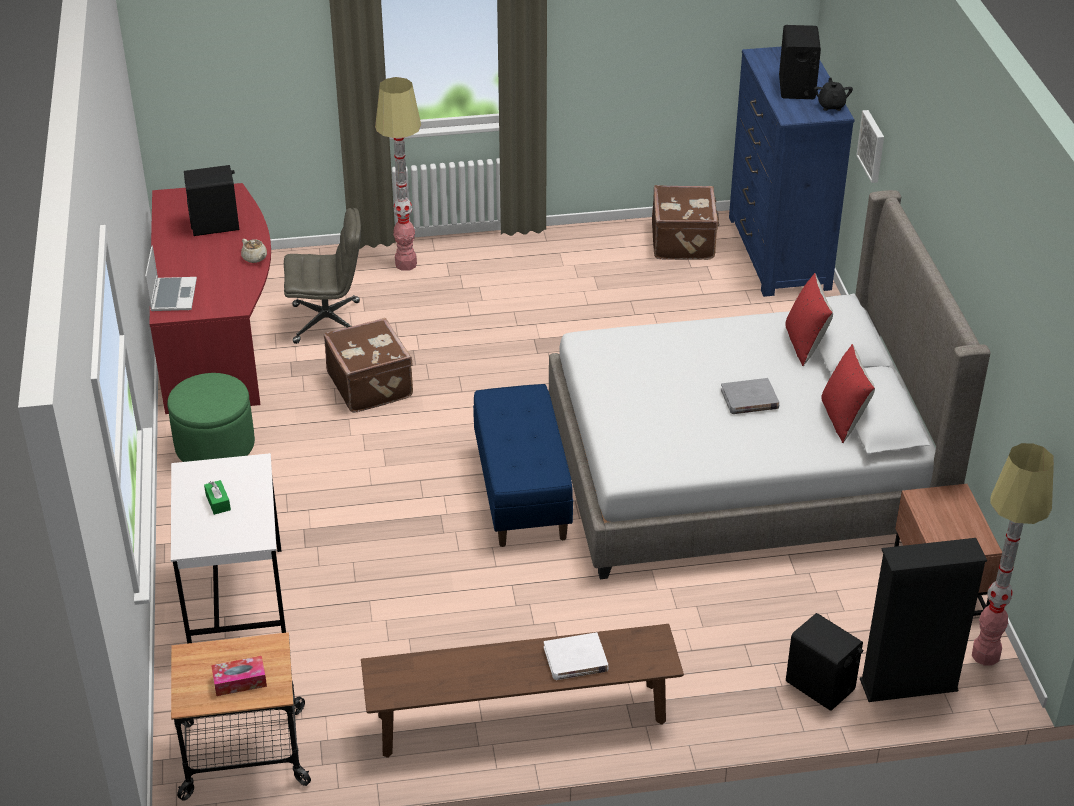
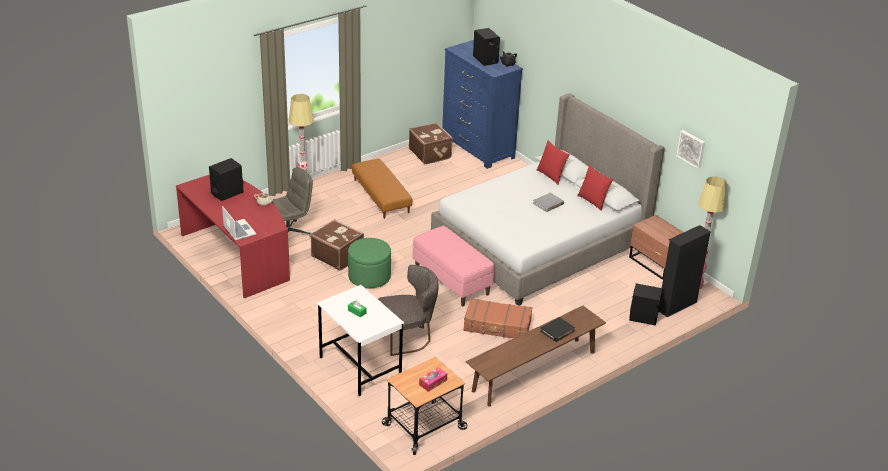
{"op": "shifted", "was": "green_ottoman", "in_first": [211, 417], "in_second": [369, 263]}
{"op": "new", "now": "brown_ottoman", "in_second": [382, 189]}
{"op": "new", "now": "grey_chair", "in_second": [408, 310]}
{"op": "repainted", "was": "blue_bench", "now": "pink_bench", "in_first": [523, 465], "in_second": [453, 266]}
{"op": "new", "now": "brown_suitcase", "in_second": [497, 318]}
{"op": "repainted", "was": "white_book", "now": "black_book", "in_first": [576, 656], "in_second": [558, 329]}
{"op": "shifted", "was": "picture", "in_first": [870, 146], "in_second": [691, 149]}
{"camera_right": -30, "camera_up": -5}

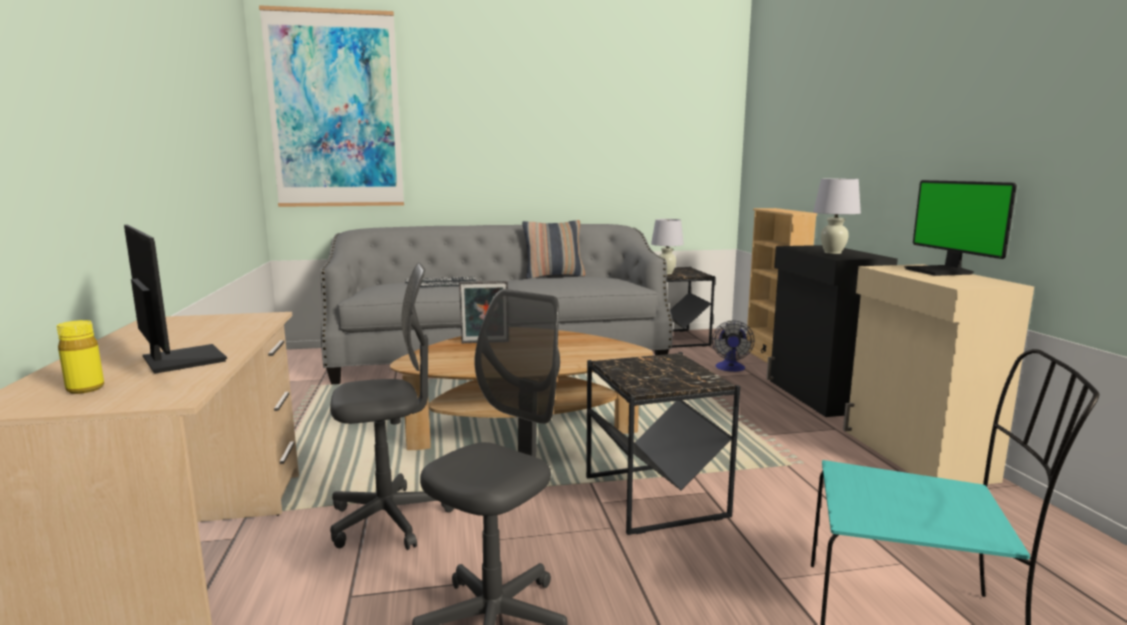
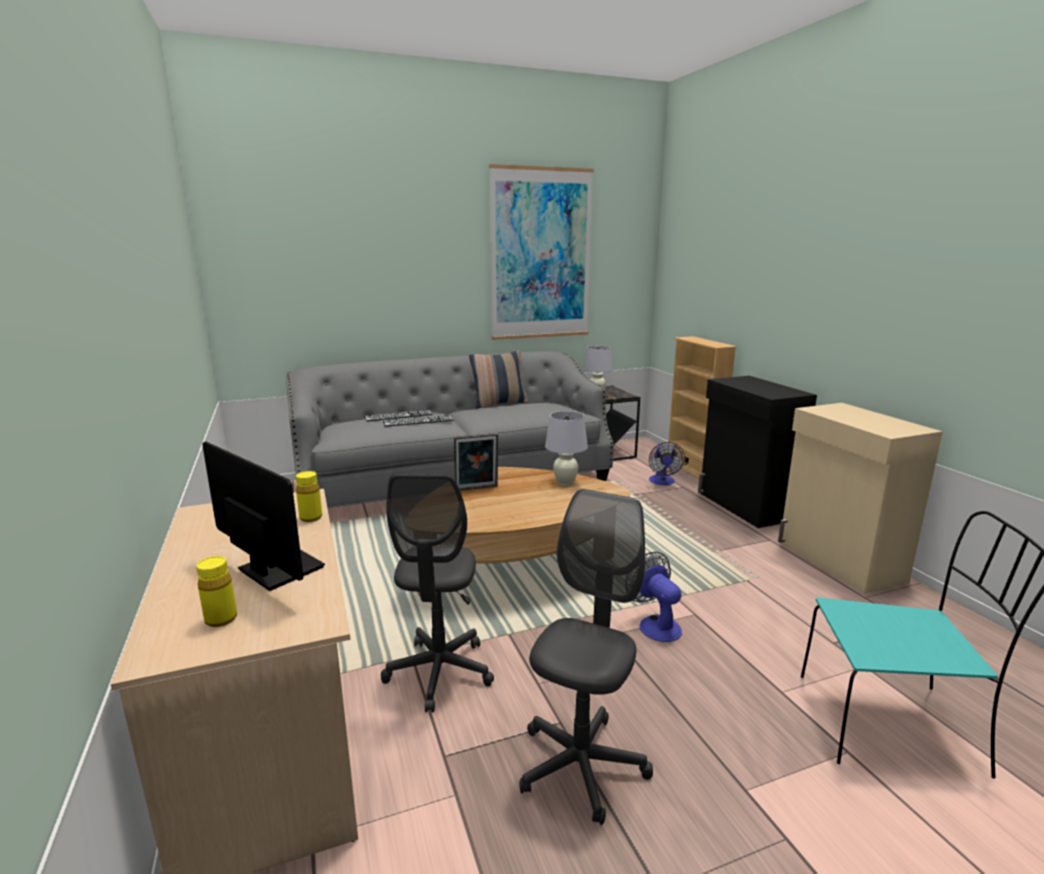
{"op": "new", "now": "yellow_bottle", "in_second": [309, 496]}
{"op": "rotated", "was": "grey_office_chair", "in_first": [392, 406], "in_second": [437, 593], "clockwise": 120}
{"op": "shifted", "was": "picture", "in_first": [331, 106], "in_second": [541, 252]}
{"op": "shifted", "was": "white_table_lamp", "in_first": [837, 216], "in_second": [566, 448]}
{"op": "swapped", "was": "black_side_table", "now": "fan", "in_first": [663, 443], "in_second": [657, 597]}
{"op": "gone", "was": "monitor", "in_first": [960, 228]}
{"camera_right": -10, "camera_up": 5}

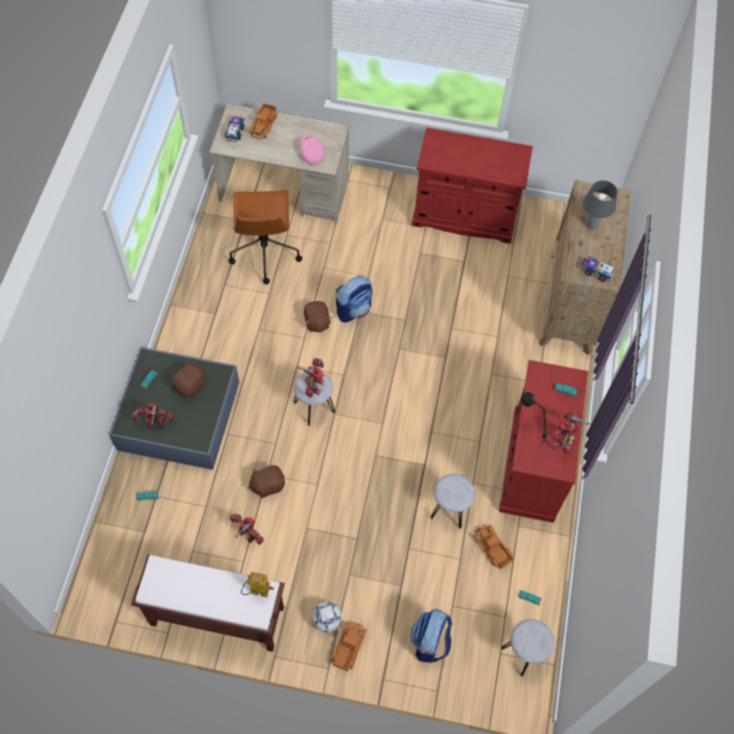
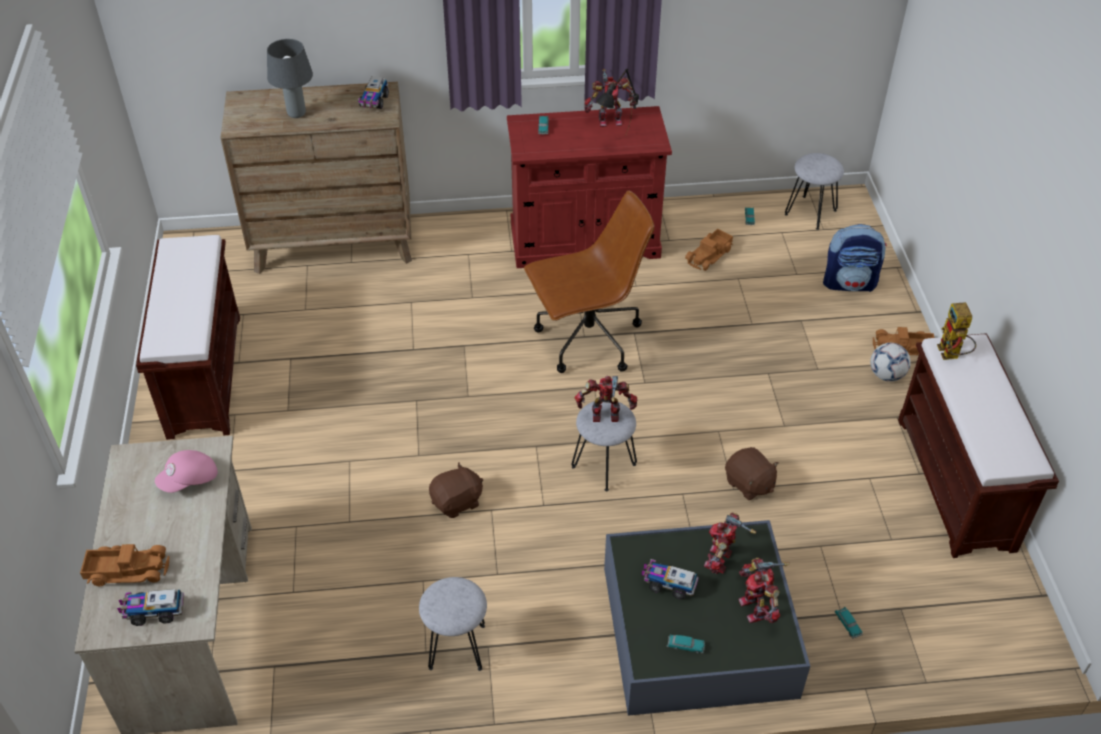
{"op": "swapped", "was": "red_cabinet", "now": "brown_bench", "in_first": [472, 185], "in_second": [188, 337]}
{"op": "shifted", "was": "grey_stool", "in_first": [452, 501], "in_second": [453, 624]}
{"op": "shifted", "was": "brown_office_chair", "in_first": [265, 237], "in_second": [589, 282]}
{"op": "swapped", "was": "brown_plush_toy", "now": "toy_truck", "in_first": [188, 380], "in_second": [670, 579]}
{"op": "shifted", "was": "toy_robot", "in_first": [247, 529], "in_second": [730, 543]}
{"op": "gone", "was": "backpack", "in_first": [354, 299]}
{"camera_right": -105, "camera_up": -15}

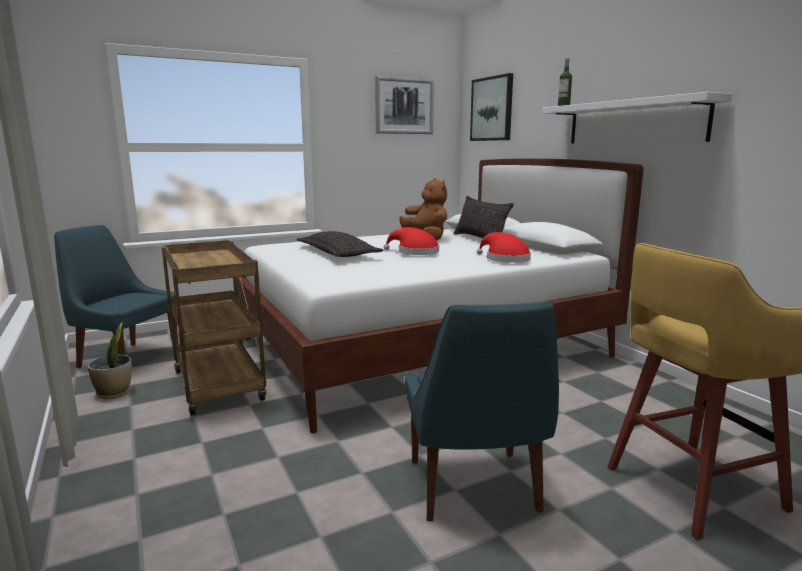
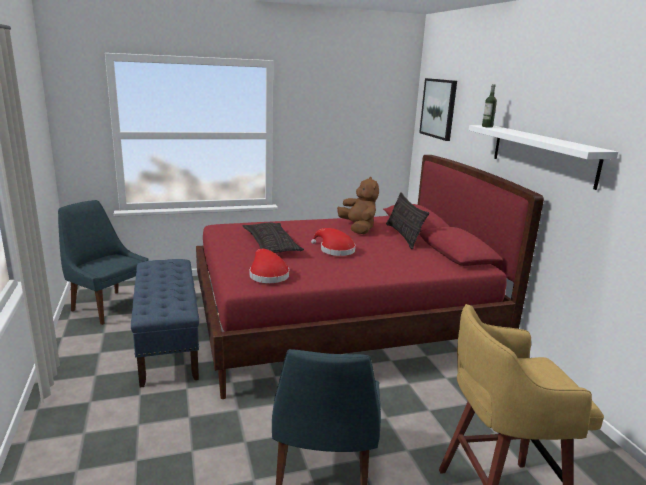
{"op": "swapped", "was": "brown_cart", "now": "blue_bench", "in_first": [214, 328], "in_second": [165, 323]}
{"op": "repainted", "was": "white_bed", "now": "red_bed", "in_first": [440, 295], "in_second": [370, 277]}
{"op": "shifted", "was": "red_hat", "in_first": [504, 247], "in_second": [269, 266]}
{"op": "gone", "was": "potted_plant", "in_first": [109, 360]}
{"op": "gone", "was": "picture", "in_first": [404, 105]}
{"camera_right": 10, "camera_up": 5}

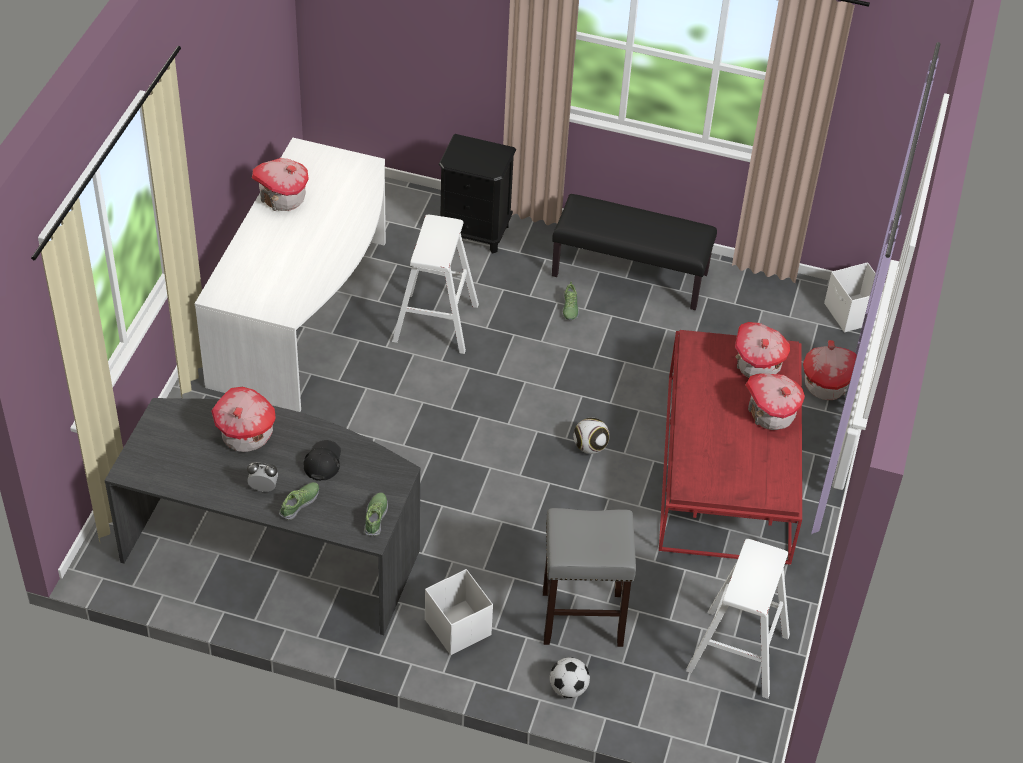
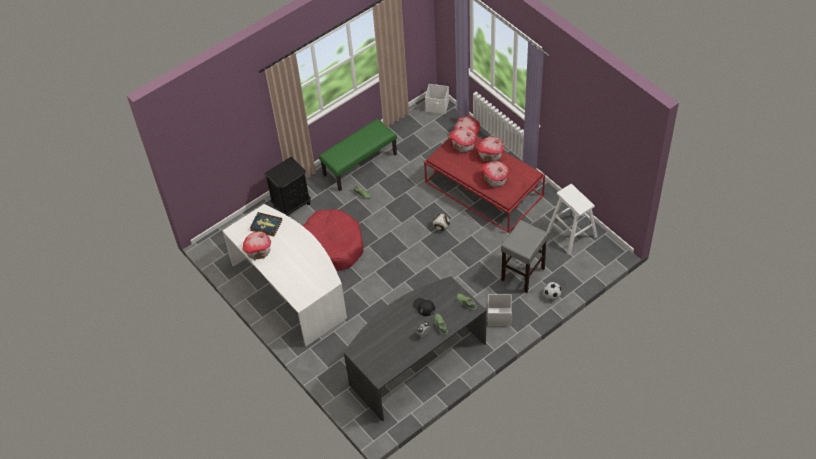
{"op": "new", "now": "book", "in_second": [266, 224]}
{"op": "swapped", "was": "white_stool", "now": "red_dog_bed", "in_first": [435, 284], "in_second": [333, 240]}
{"op": "repainted", "was": "black_bench", "now": "green_bench", "in_first": [634, 252], "in_second": [358, 155]}
{"op": "shifted", "was": "toy_house", "in_first": [243, 419], "in_second": [495, 174]}
{"camera_right": -50, "camera_up": 5}

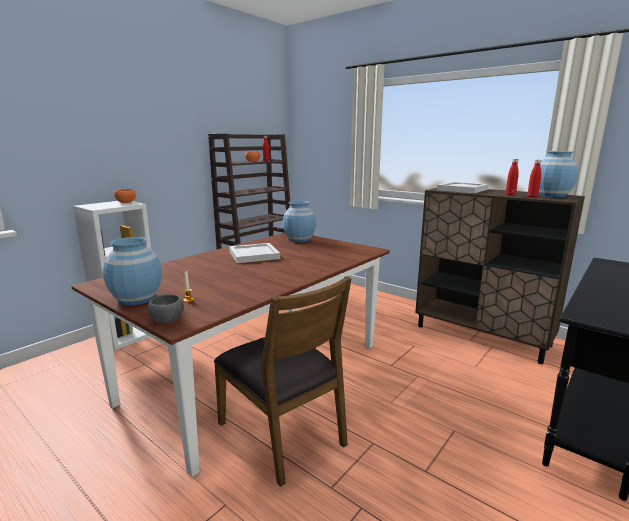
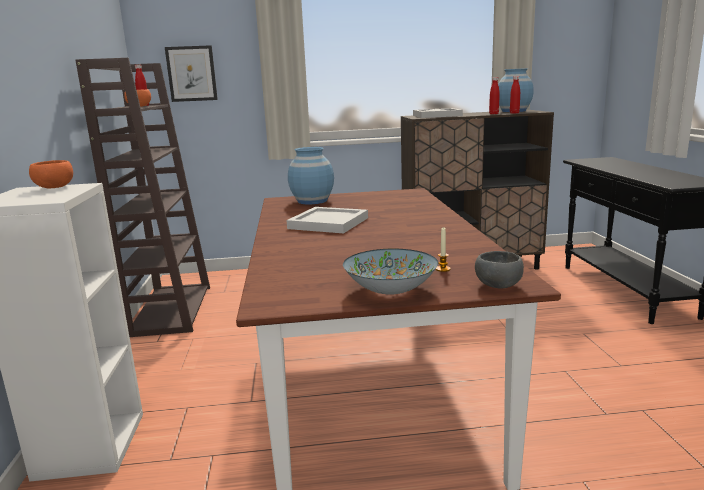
{"op": "new", "now": "picture", "in_second": [191, 73]}
{"op": "swapped", "was": "blue_vase", "now": "bowl", "in_first": [132, 271], "in_second": [390, 272]}
{"op": "gone", "was": "brown_chair", "in_first": [282, 381]}
{"camera_right": -45, "camera_up": 0}

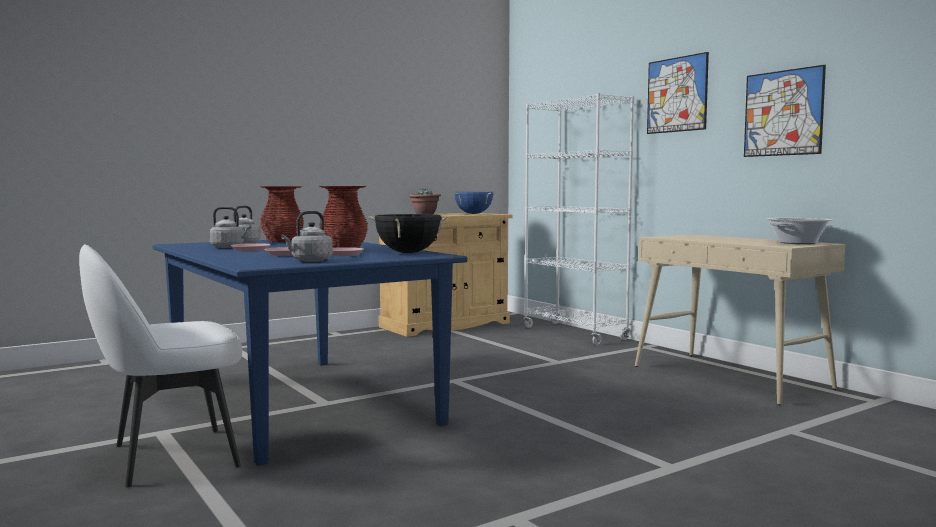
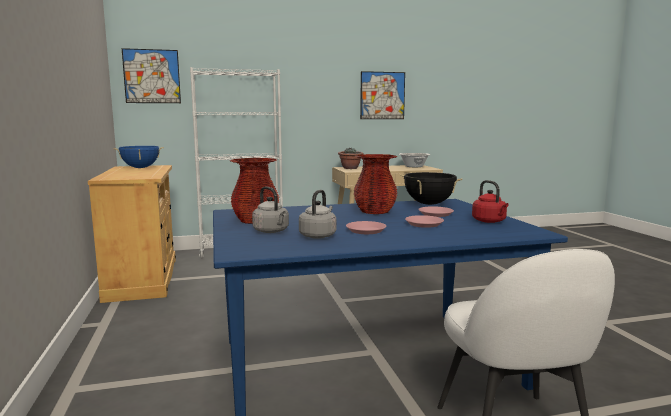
{"op": "shifted", "was": "picture", "in_first": [678, 93], "in_second": [151, 75]}
{"op": "shifted", "was": "potted_plant", "in_first": [425, 201], "in_second": [351, 158]}
{"op": "repainted", "was": "grey_kettle", "now": "red_kettle", "in_first": [307, 236], "in_second": [490, 201]}
{"camera_right": -70, "camera_up": 5}

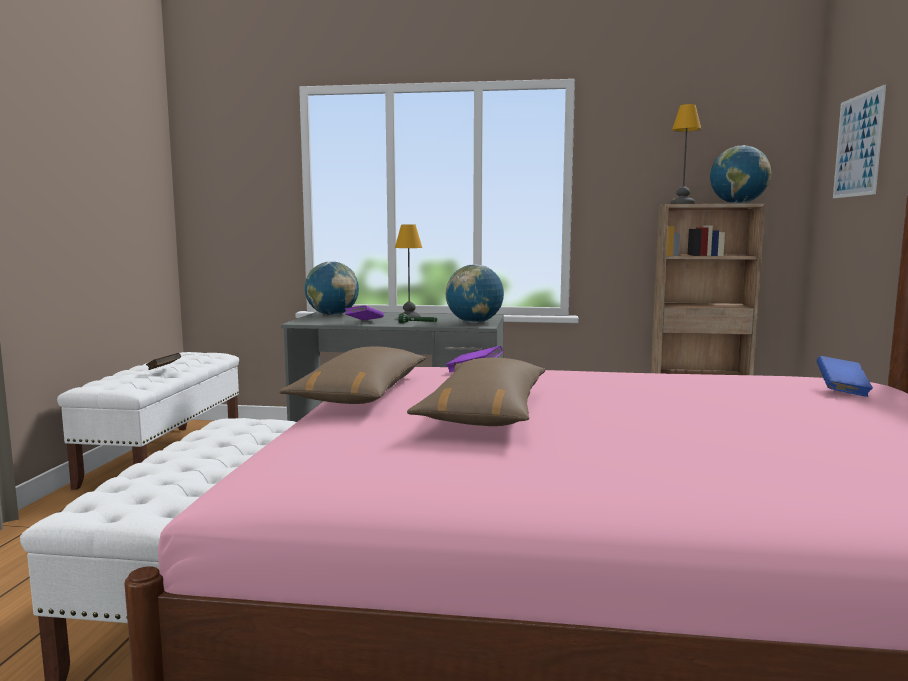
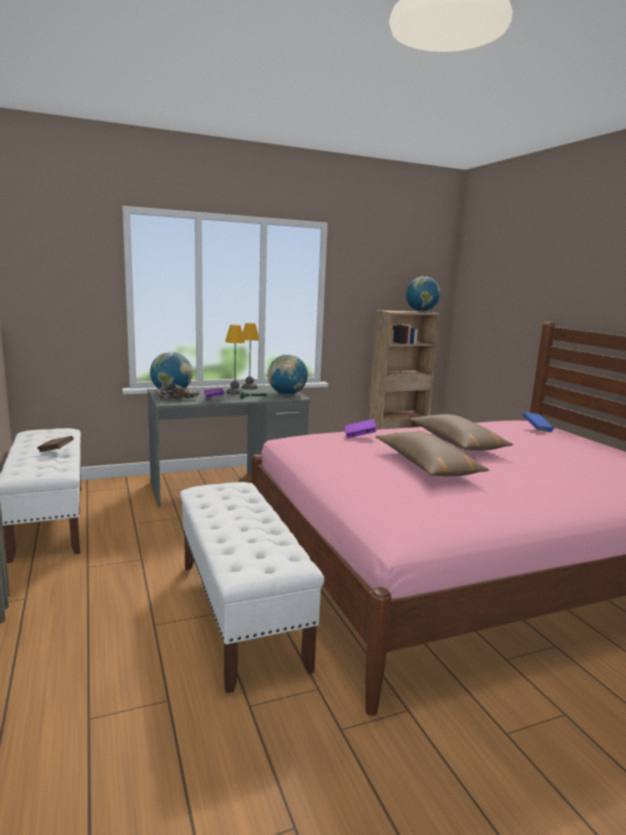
{"op": "new", "now": "shoe", "in_second": [179, 392]}
{"op": "shifted", "was": "table_lamp", "in_first": [685, 154], "in_second": [251, 356]}
{"op": "shifted", "was": "brown_pillow", "in_first": [352, 375], "in_second": [461, 432]}
{"op": "gone", "was": "picture", "in_first": [859, 141]}
{"camera_right": -30, "camera_up": 5}

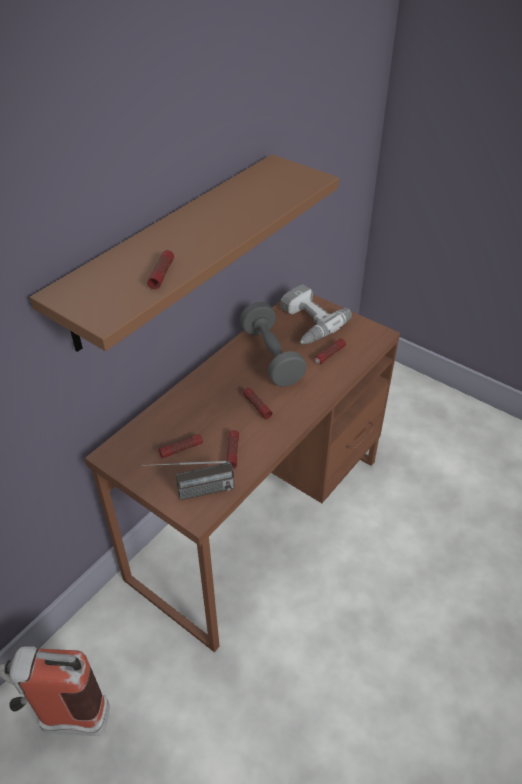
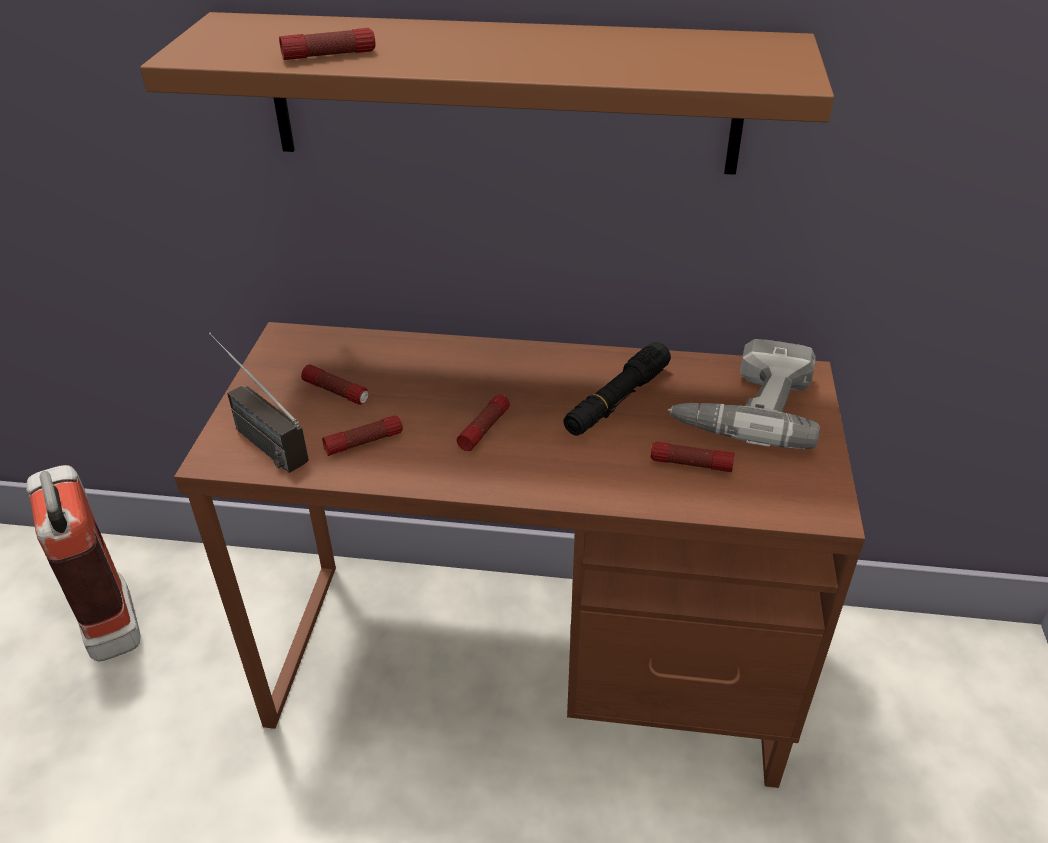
{"op": "swapped", "was": "grey_dumbbell", "now": "black_flashlight", "in_first": [273, 344], "in_second": [617, 389]}
{"camera_right": 60, "camera_up": -5}

